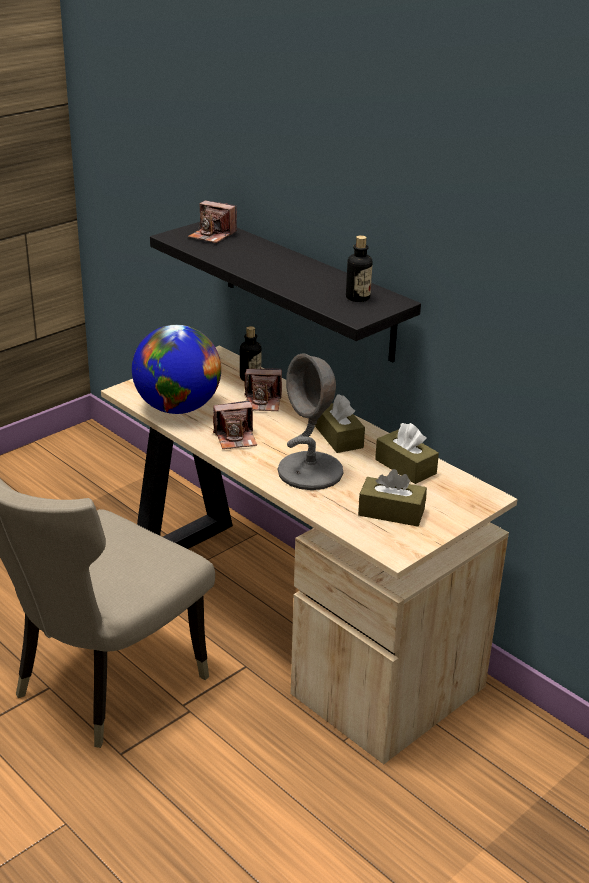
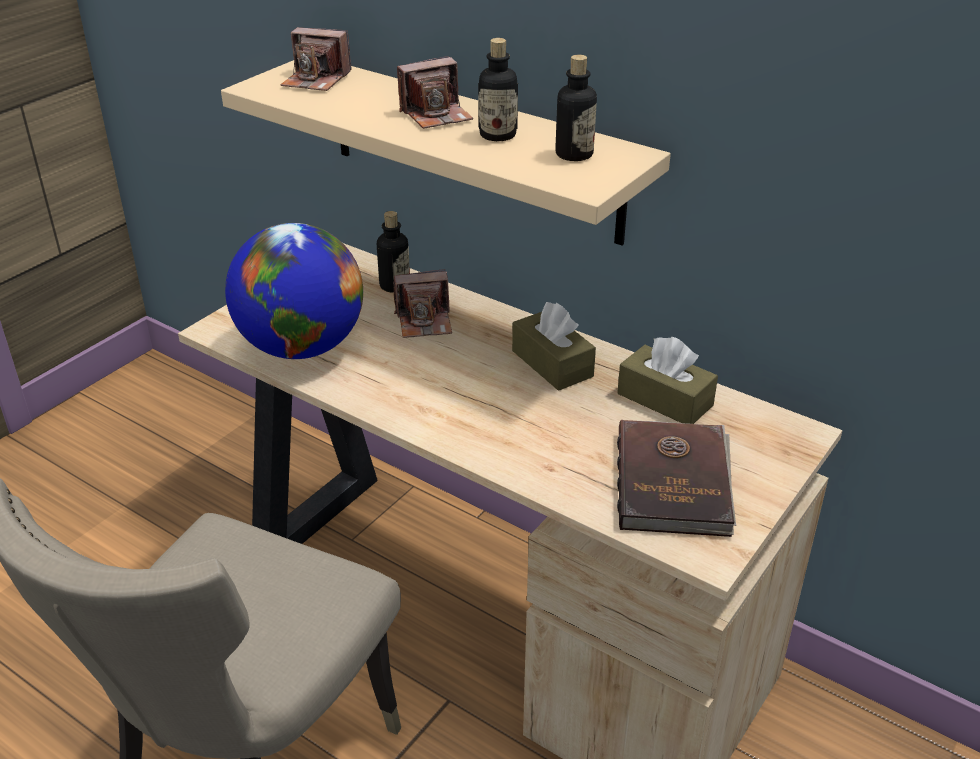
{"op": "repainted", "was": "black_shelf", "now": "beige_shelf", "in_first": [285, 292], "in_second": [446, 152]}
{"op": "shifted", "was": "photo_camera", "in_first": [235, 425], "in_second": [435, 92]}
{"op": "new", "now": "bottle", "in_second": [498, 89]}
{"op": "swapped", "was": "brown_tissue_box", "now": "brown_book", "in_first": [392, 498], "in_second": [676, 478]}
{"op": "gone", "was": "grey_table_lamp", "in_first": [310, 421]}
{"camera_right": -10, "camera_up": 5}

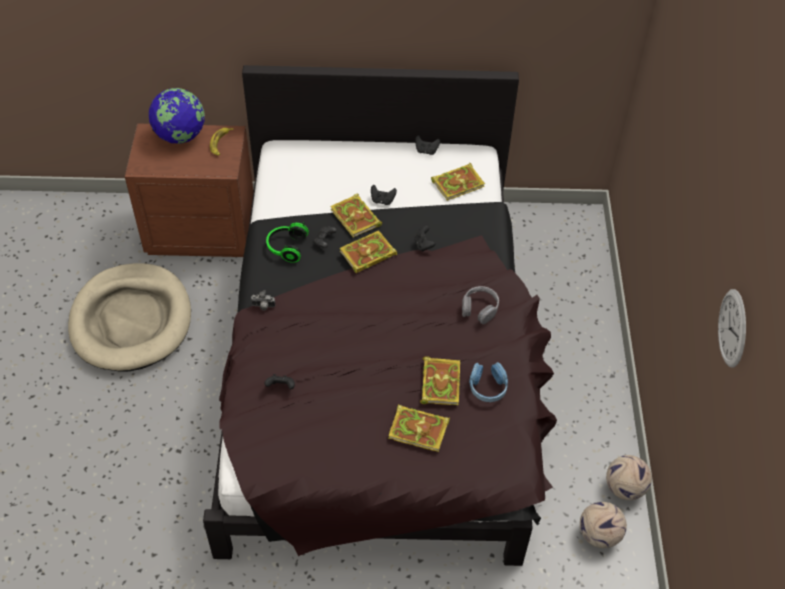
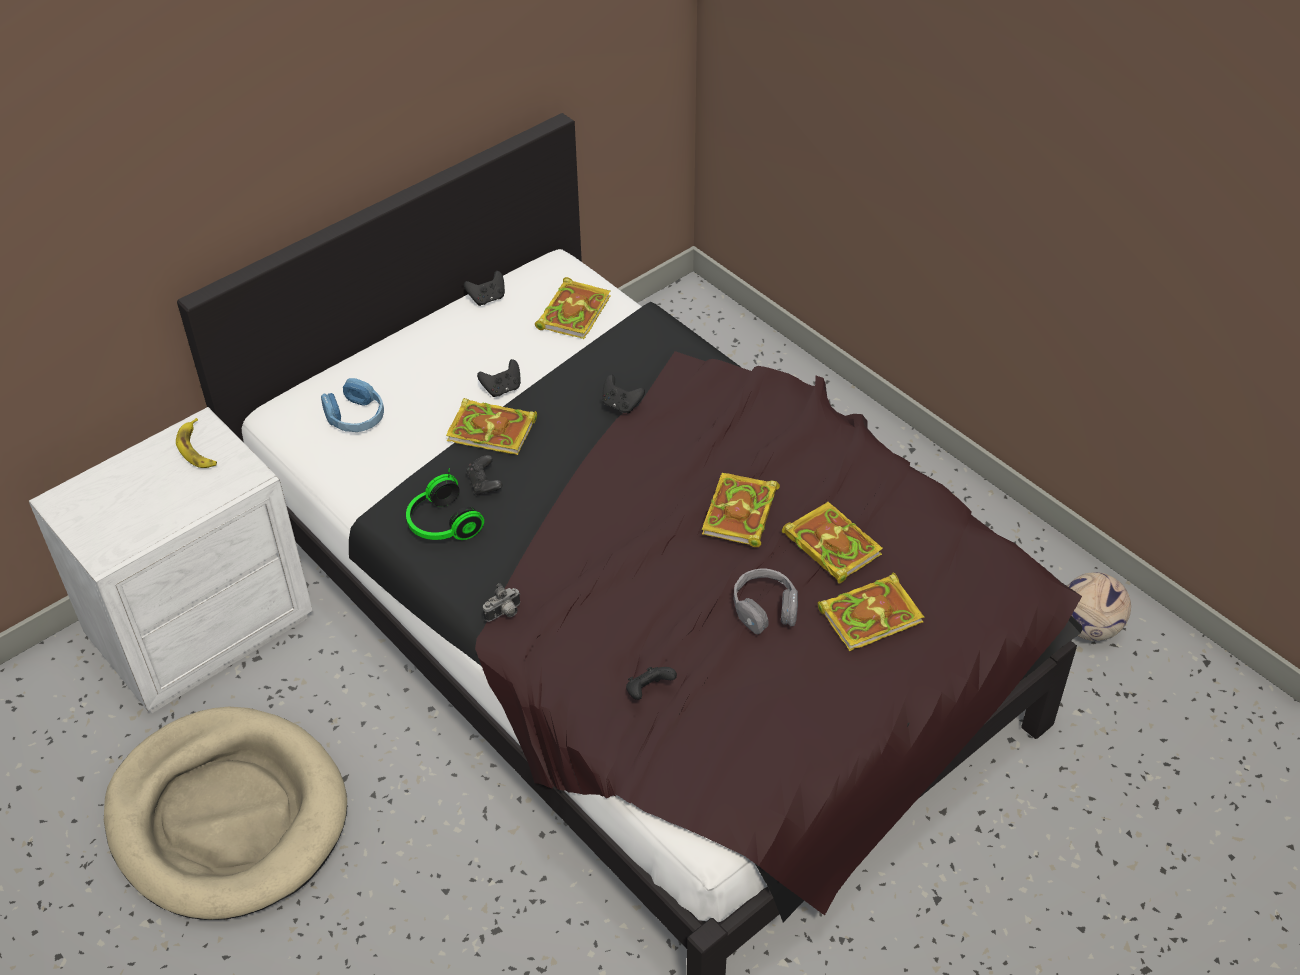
{"op": "repainted", "was": "brown_nightstand", "now": "white_nightstand", "in_first": [189, 190], "in_second": [171, 560]}
{"op": "shifted", "was": "blue_headphones", "in_first": [488, 382], "in_second": [352, 405]}
{"op": "shifted", "was": "book", "in_first": [368, 252], "in_second": [741, 510]}
{"op": "shifted", "was": "grey_headphones", "in_first": [480, 305], "in_second": [765, 602]}
{"op": "gone", "was": "globe", "in_first": [177, 116]}
{"op": "gone", "was": "football", "in_first": [629, 477]}
{"op": "gone", "was": "wall_clock", "in_first": [732, 328]}
{"camera_right": -40, "camera_up": -5}

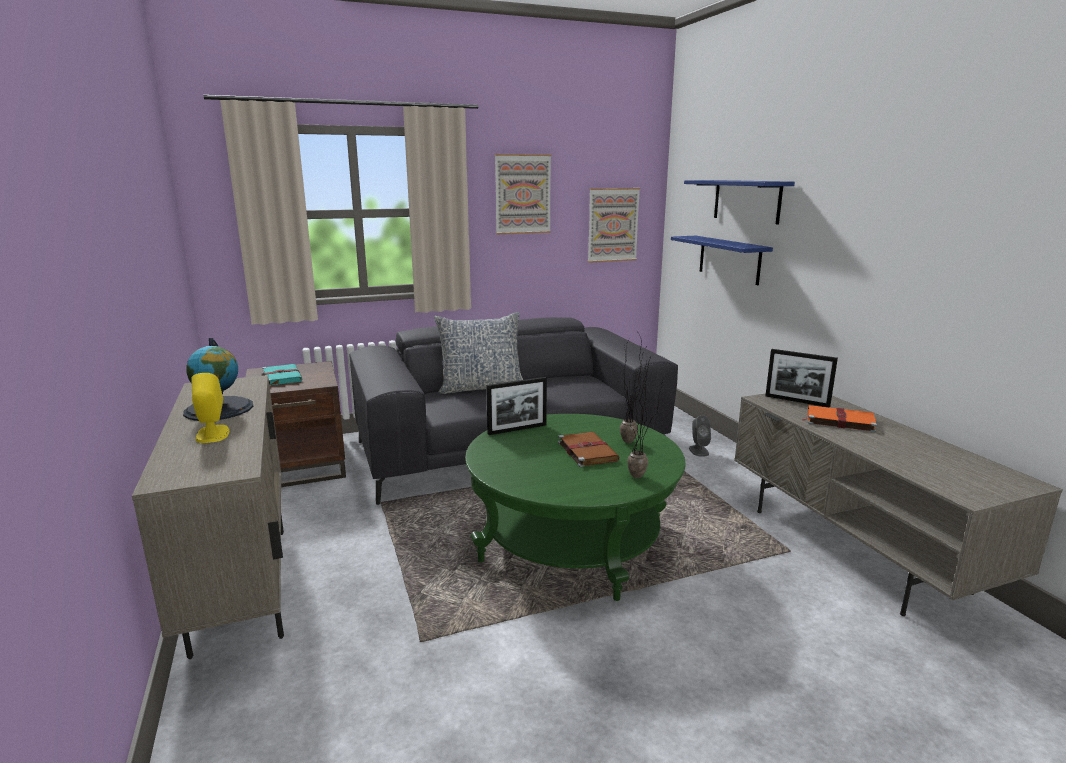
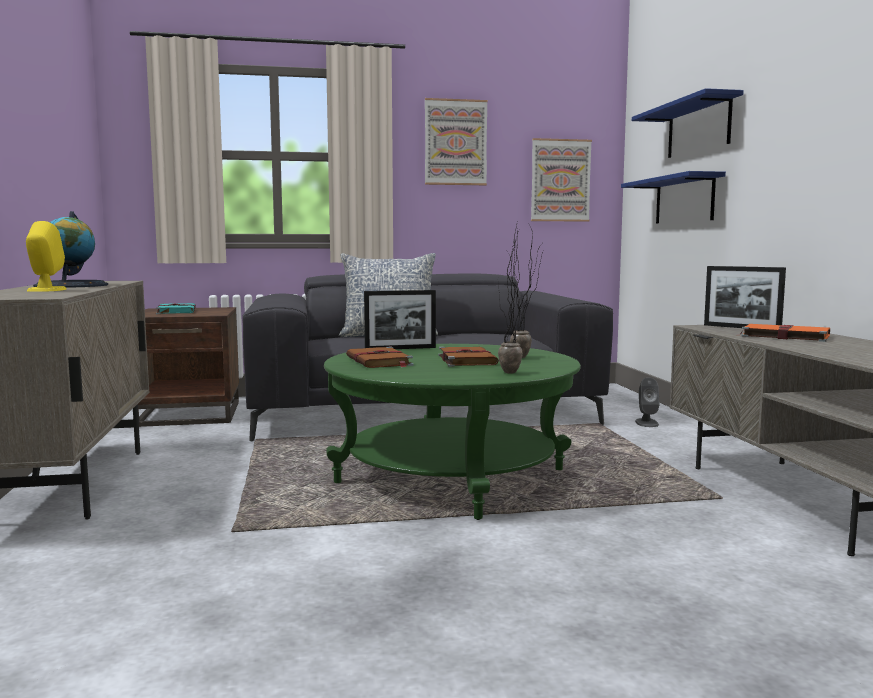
{"op": "new", "now": "brown_book", "in_second": [380, 357]}
{"camera_right": 10, "camera_up": -10}

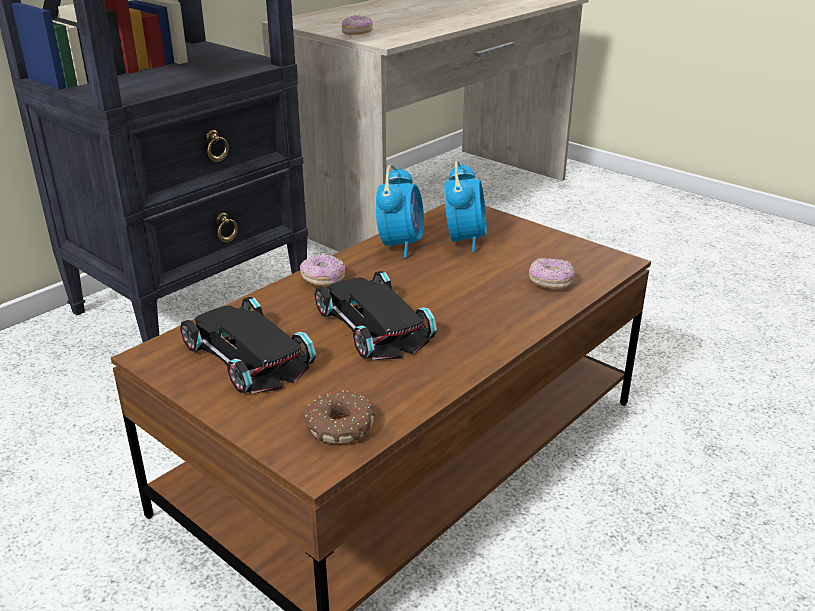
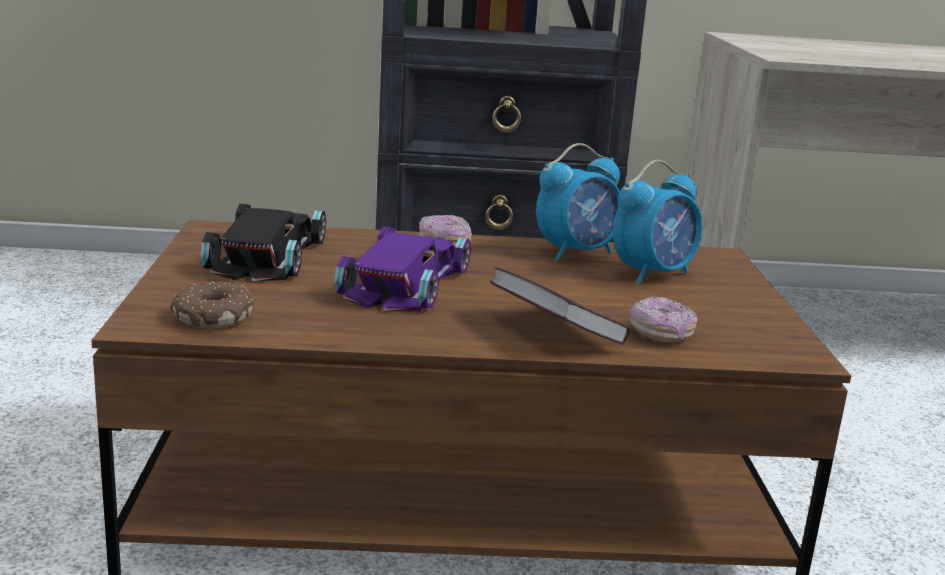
{"op": "repainted", "was": "black_toy_car", "now": "purple_toy_car", "in_first": [376, 315], "in_second": [402, 268]}
{"op": "new", "now": "book", "in_second": [559, 306]}
{"op": "gone", "was": "donut", "in_first": [357, 25]}
{"camera_right": 45, "camera_up": -10}

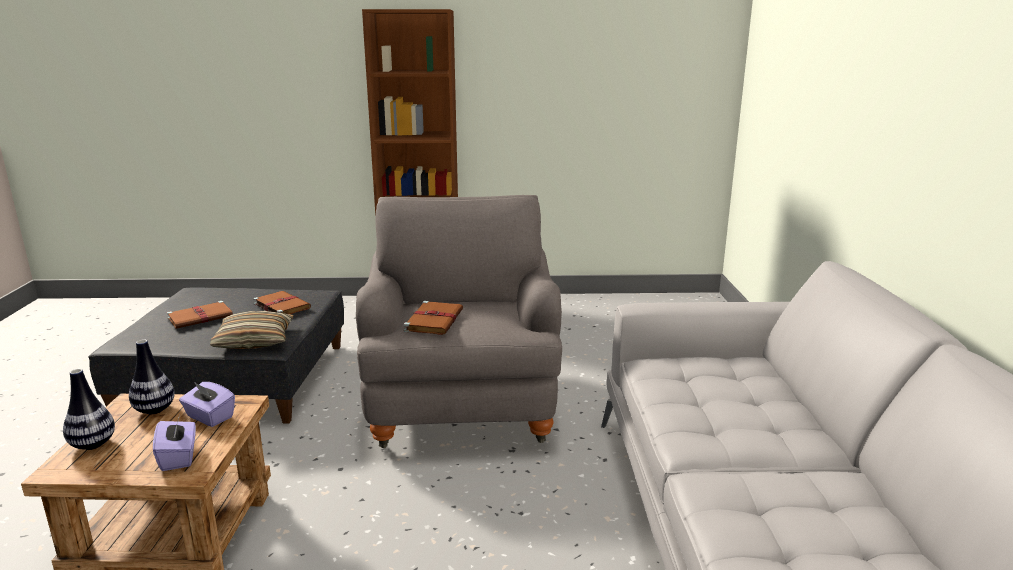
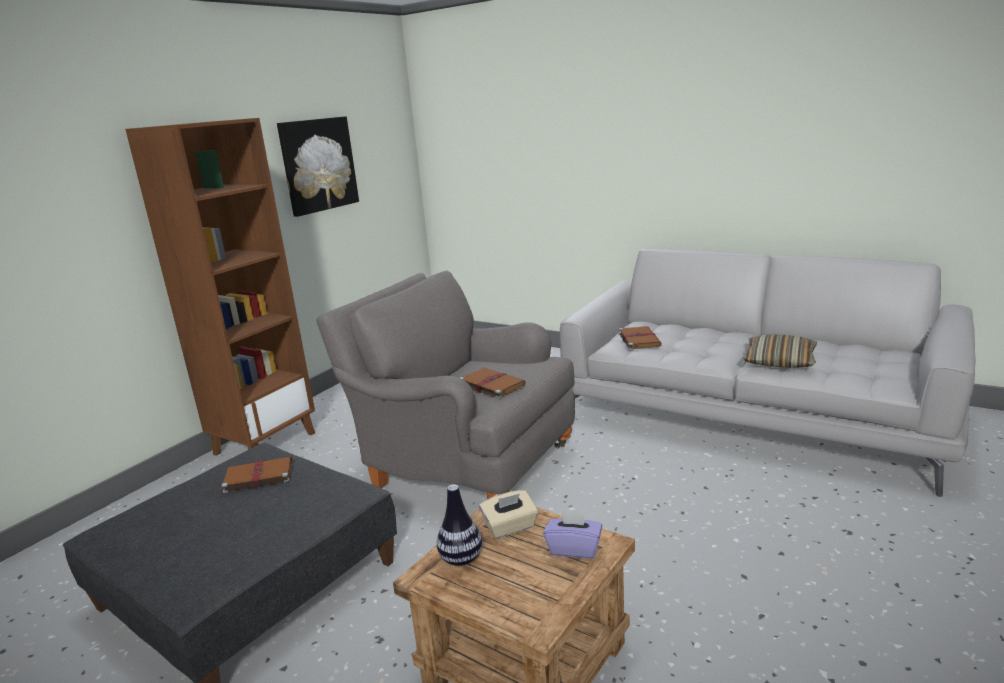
{"op": "new", "now": "picture", "in_second": [318, 166]}
{"op": "repainted", "was": "purple_tissue_box", "now": "beige_tissue_box", "in_first": [207, 404], "in_second": [508, 514]}
{"op": "shifted", "was": "brown_book", "in_first": [200, 315], "in_second": [640, 338]}
{"op": "shifted", "was": "pillow", "in_first": [252, 330], "in_second": [780, 351]}
{"op": "gone", "was": "vase", "in_first": [89, 409]}
{"camera_right": -55, "camera_up": 0}

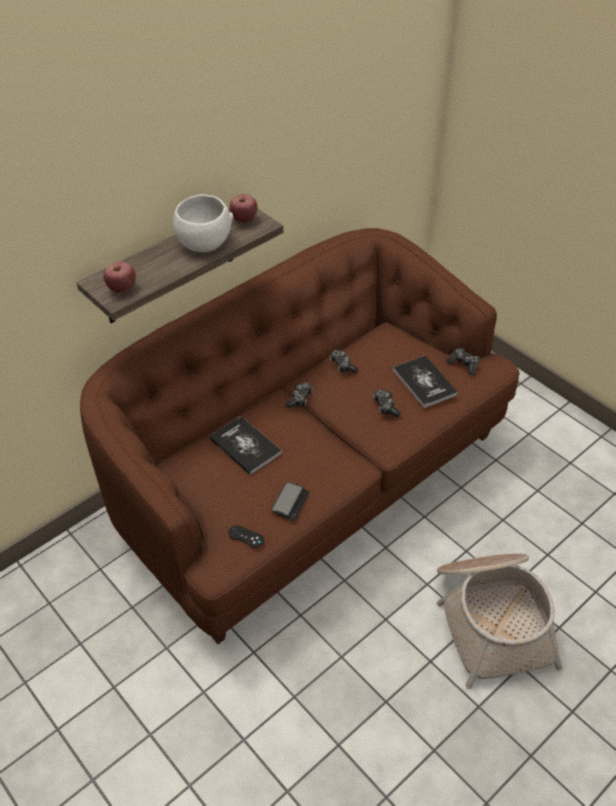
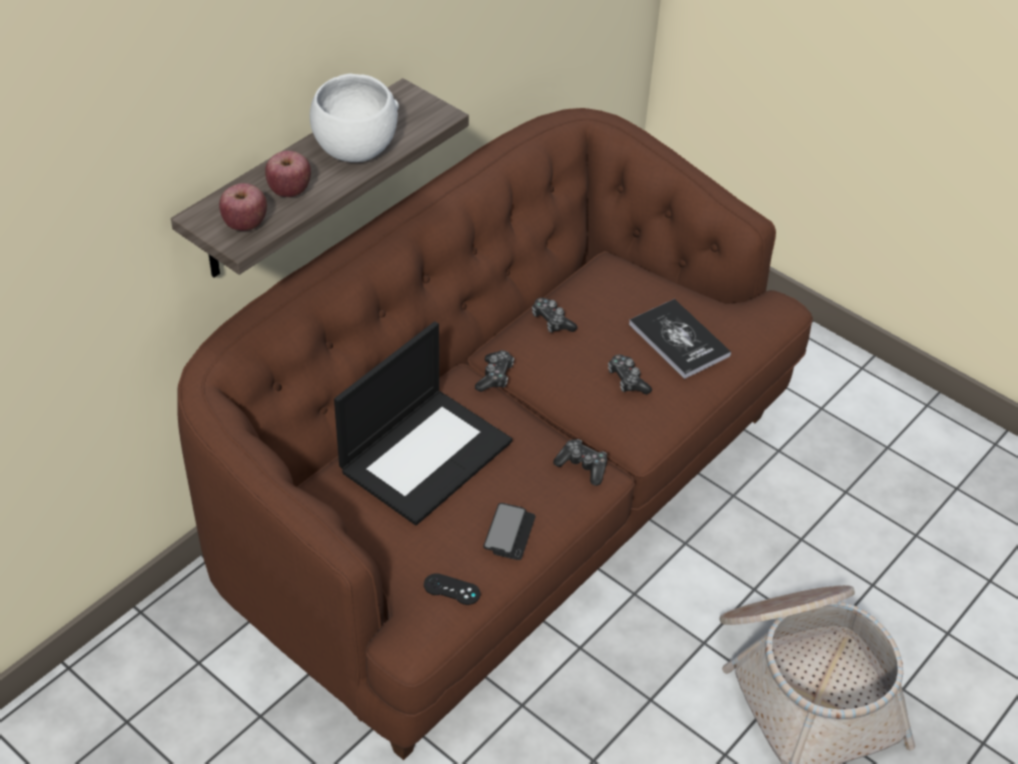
{"op": "shifted", "was": "apple", "in_first": [243, 208], "in_second": [288, 174]}
{"op": "swapped", "was": "book", "now": "laptop", "in_first": [245, 445], "in_second": [423, 423]}
{"op": "shifted", "was": "game_controller", "in_first": [462, 361], "in_second": [580, 462]}
{"camera_right": -10, "camera_up": 0}

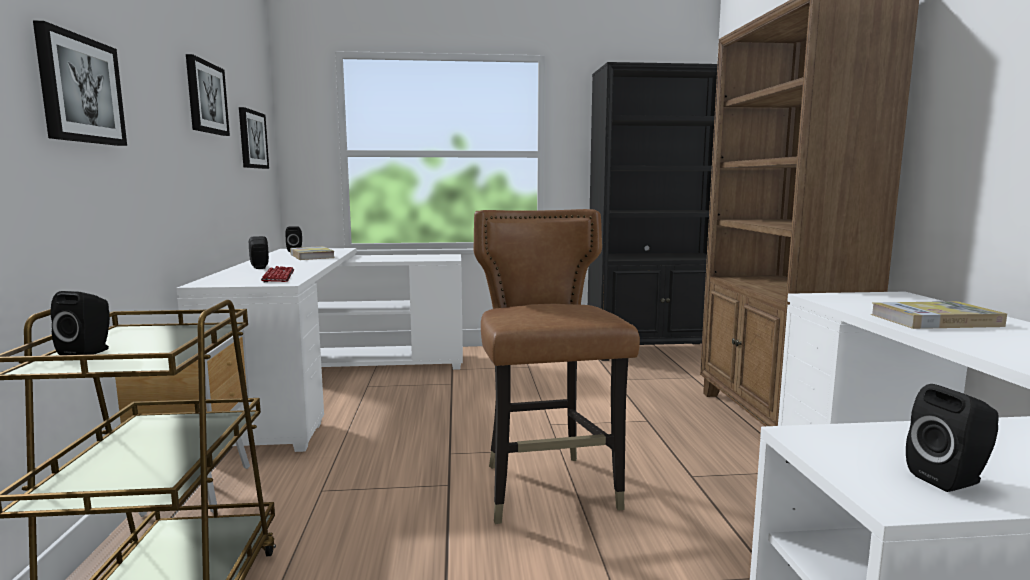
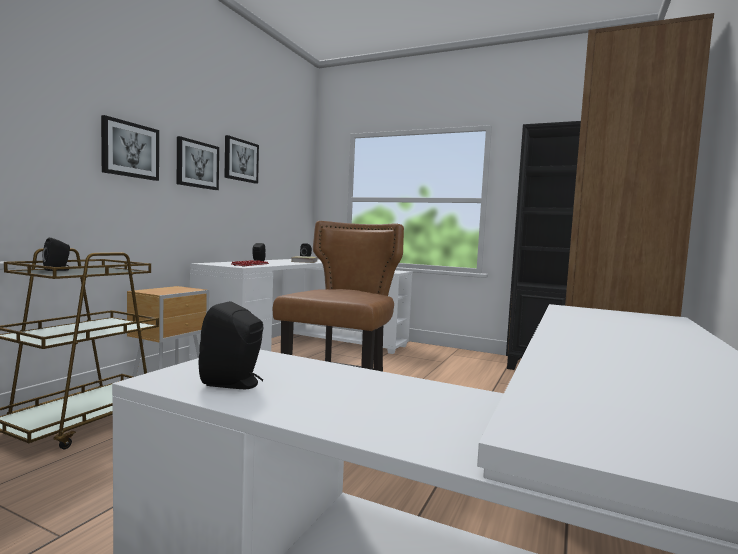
{"op": "shifted", "was": "picture", "in_first": [254, 138], "in_second": [198, 163]}
{"op": "gone", "was": "book", "in_first": [939, 315]}
{"camera_right": 30, "camera_up": -5}

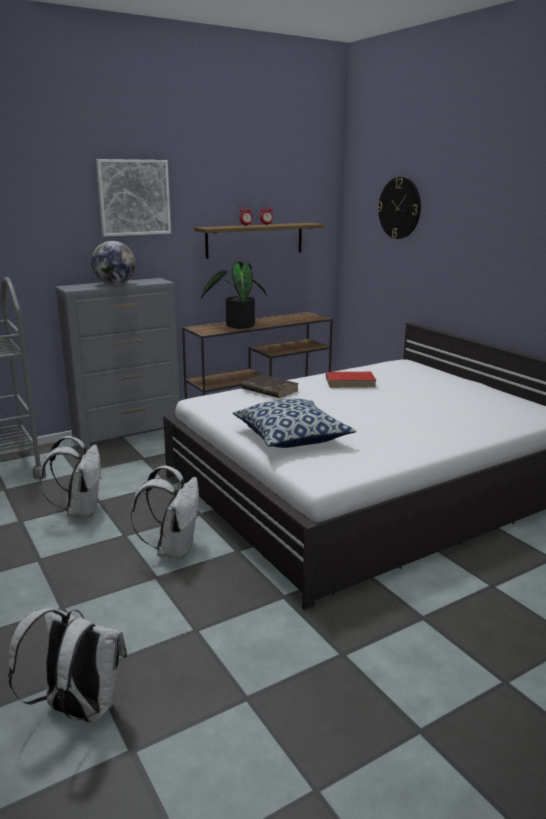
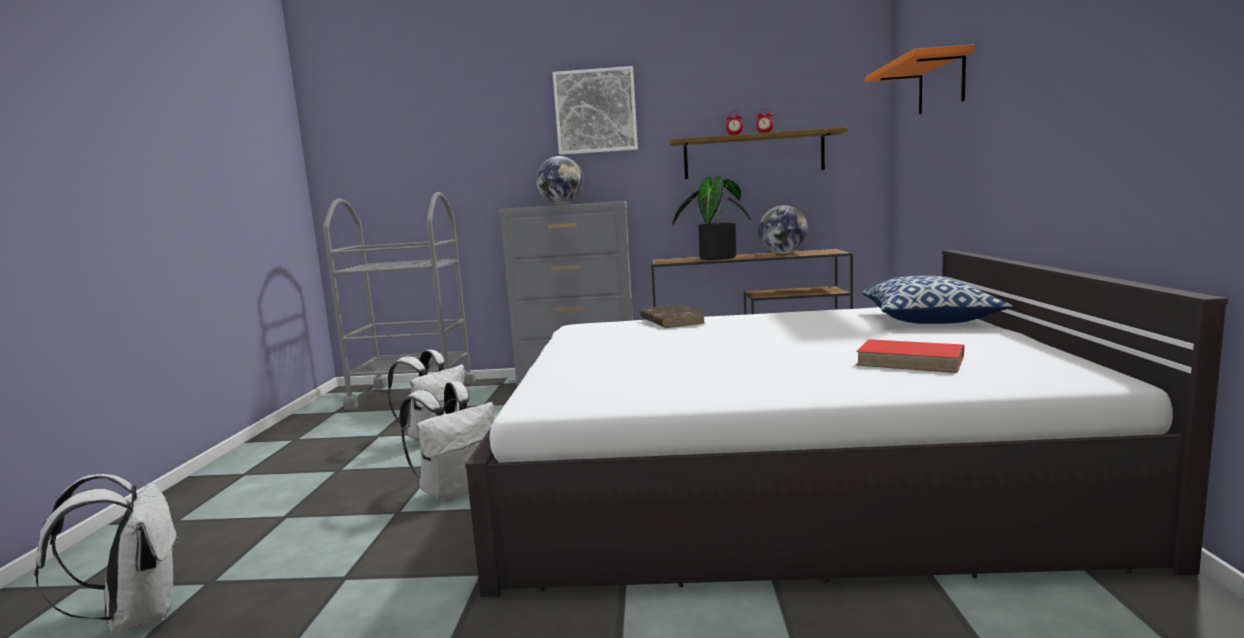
{"op": "new", "now": "globe", "in_second": [783, 229]}
{"op": "shifted", "was": "red_book", "in_first": [351, 380], "in_second": [910, 356]}
{"op": "shifted", "was": "pillow", "in_first": [294, 423], "in_second": [937, 300]}
{"op": "swapped", "was": "wall_clock", "now": "orange_shelf", "in_first": [399, 208], "in_second": [920, 79]}
{"camera_right": 35, "camera_up": -10}

